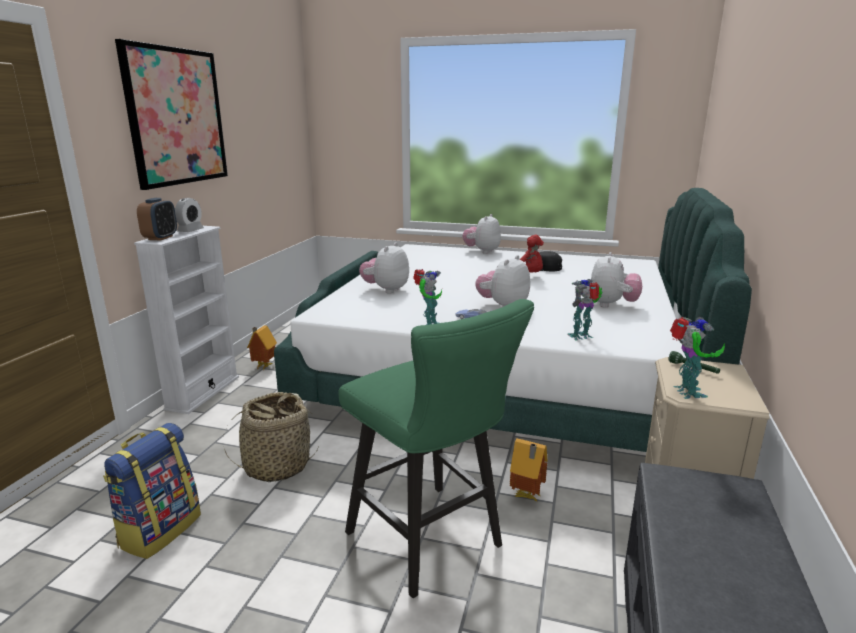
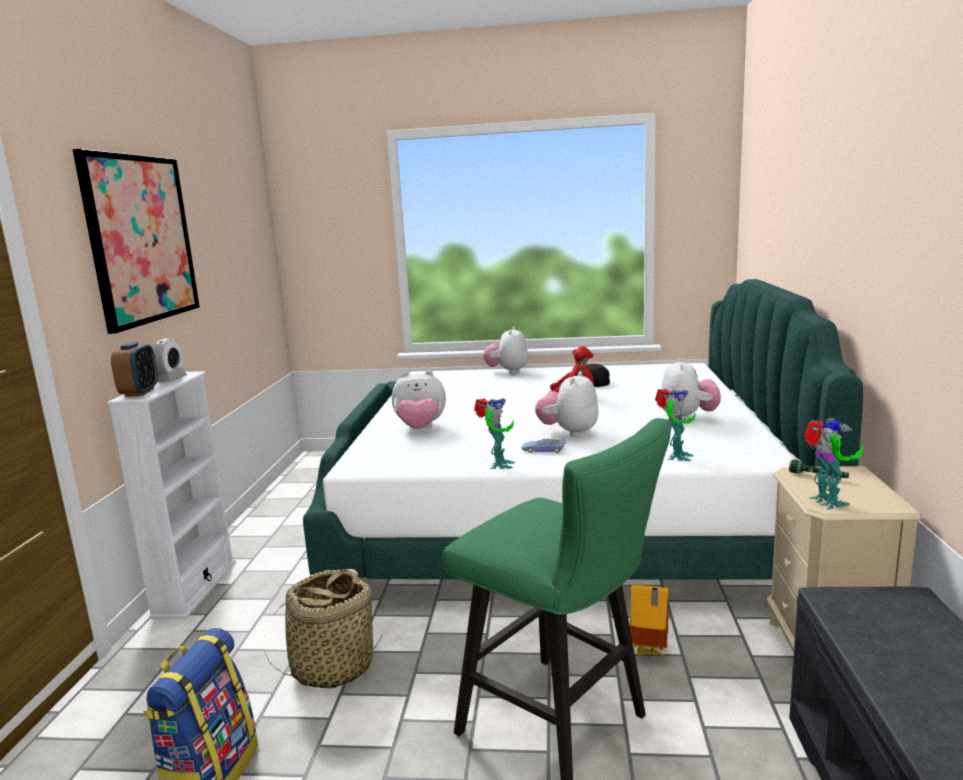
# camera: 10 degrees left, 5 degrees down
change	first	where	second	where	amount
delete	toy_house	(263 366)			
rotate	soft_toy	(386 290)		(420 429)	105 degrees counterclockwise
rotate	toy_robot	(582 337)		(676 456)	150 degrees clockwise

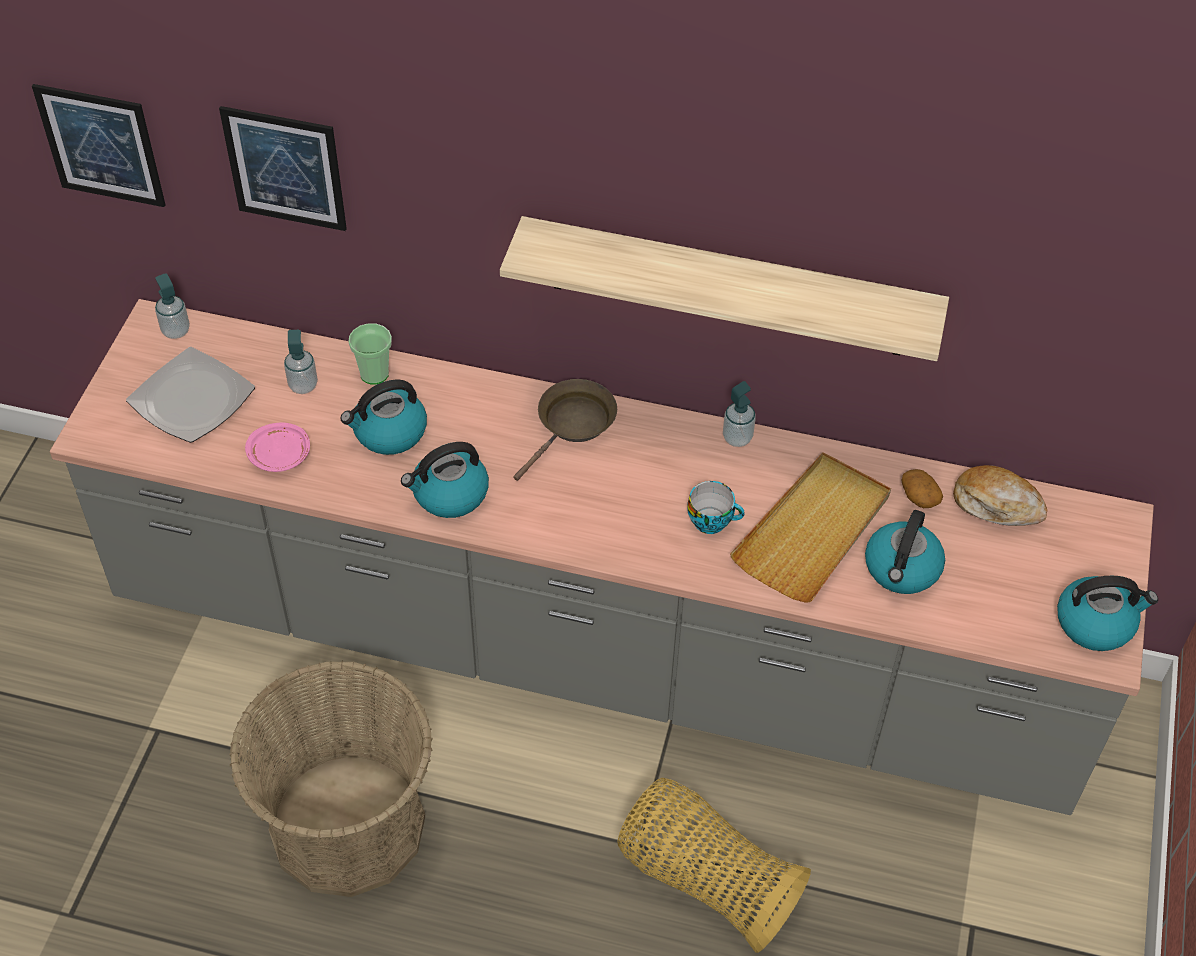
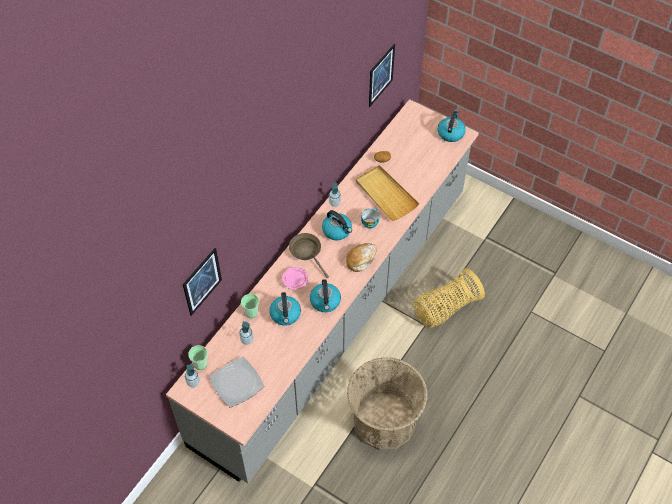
# camera: 70 degrees left, 5 degrees up
change	first	where	second	where	amount
delete	bracket_shelf	(728 287)			
insert			cup	(200 364)	
move	picture	(101 145)		(381 75)	
move	pink_plate	(280 455)		(295 280)	
move	tea_kettle	(902 569)		(337 230)	
move	bread	(996 504)		(361 259)	

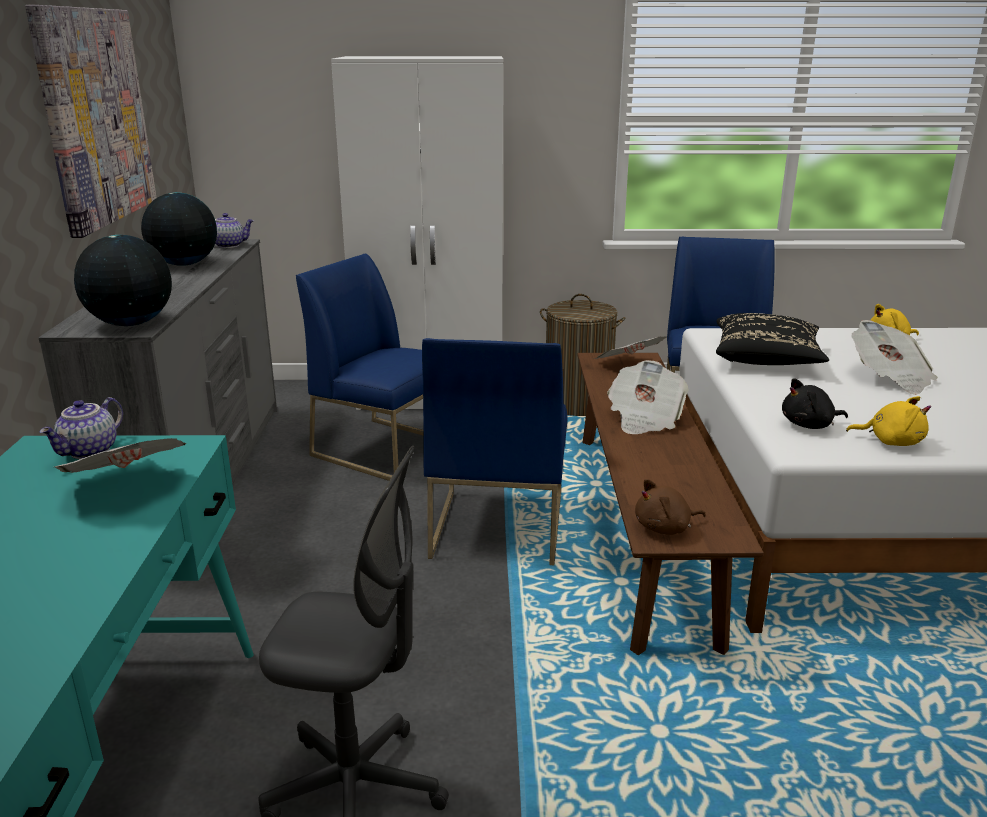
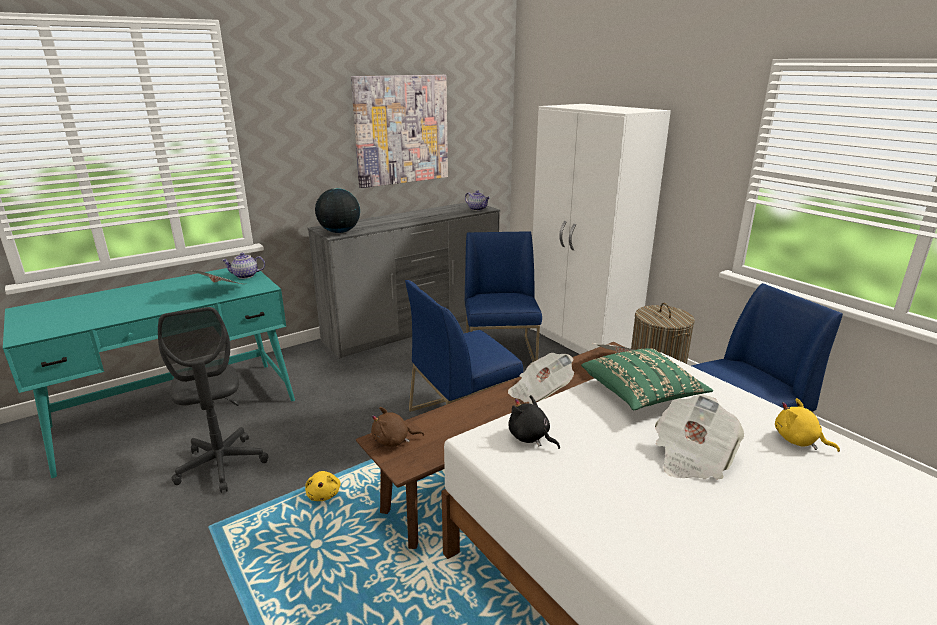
# camera: 55 degrees right, 0 degrees up
change	first	where	second	where	amount
delete	desk_globe	(184 264)			
move	yellow_soft_toy	(891 441)		(324 494)	
recolor	black_pillow	(766 359)	green_pillow	(641 394)	
rotate	brown_soft_toy	(665 528)		(393 441)	45 degrees counterclockwise

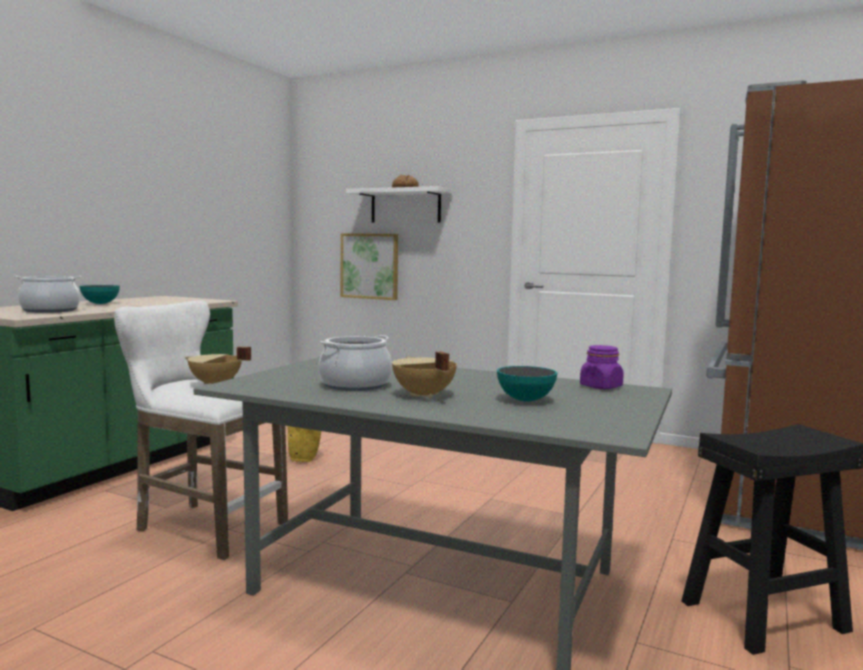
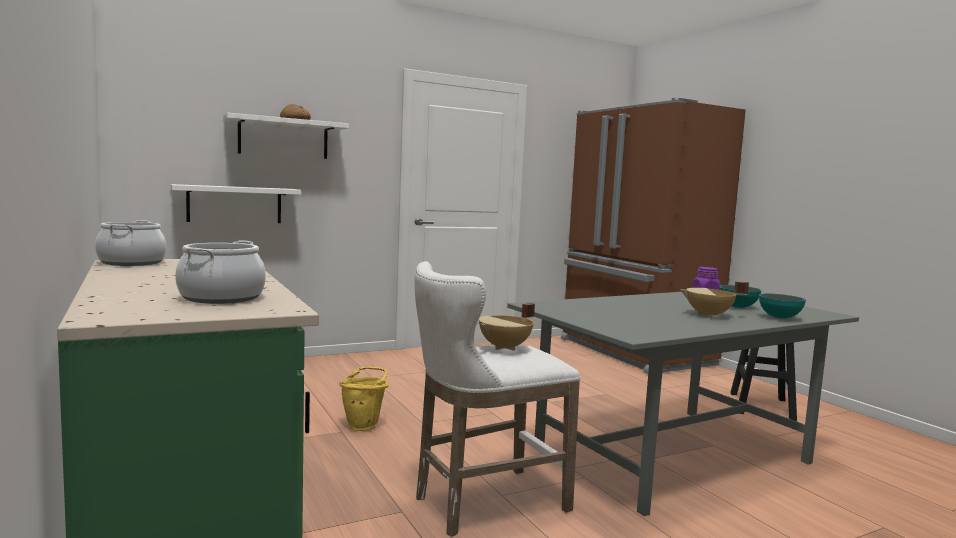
# camera: 55 degrees left, 0 degrees up
change	first	where	second	where	amount
move	serving_bowl	(100 304)		(779 318)	
move	cooking_pot	(355 385)		(132 262)	
replace	picture	(369 266)	white-coloured_bracket_shelf	(235 204)	

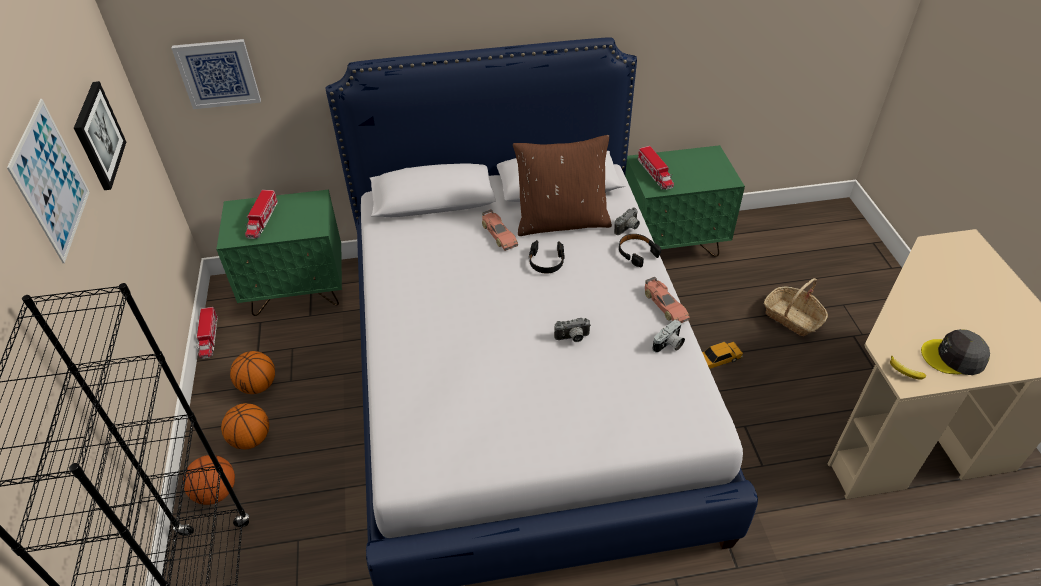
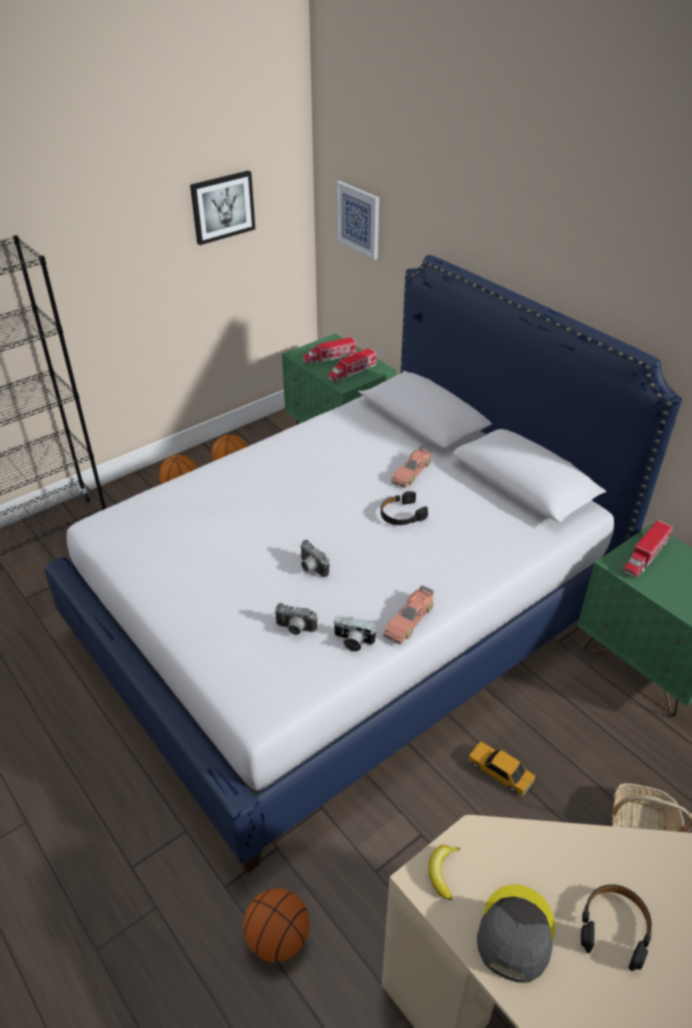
# camera: 60 degrees right, 5 degrees down
change	first	where	second	where	amount
delete	picture	(51 181)			
delete	brown_pillow	(562 221)			
move	basketball_ball	(216 492)		(277 938)	
move	toy_lorry	(209 337)		(352 372)	
move	still_camera	(628 229)		(295 629)	
move	black_headset	(636 253)		(614 928)	
rotate	greyish_peaked_cap	(953 357)		(515 933)	45 degrees clockwise

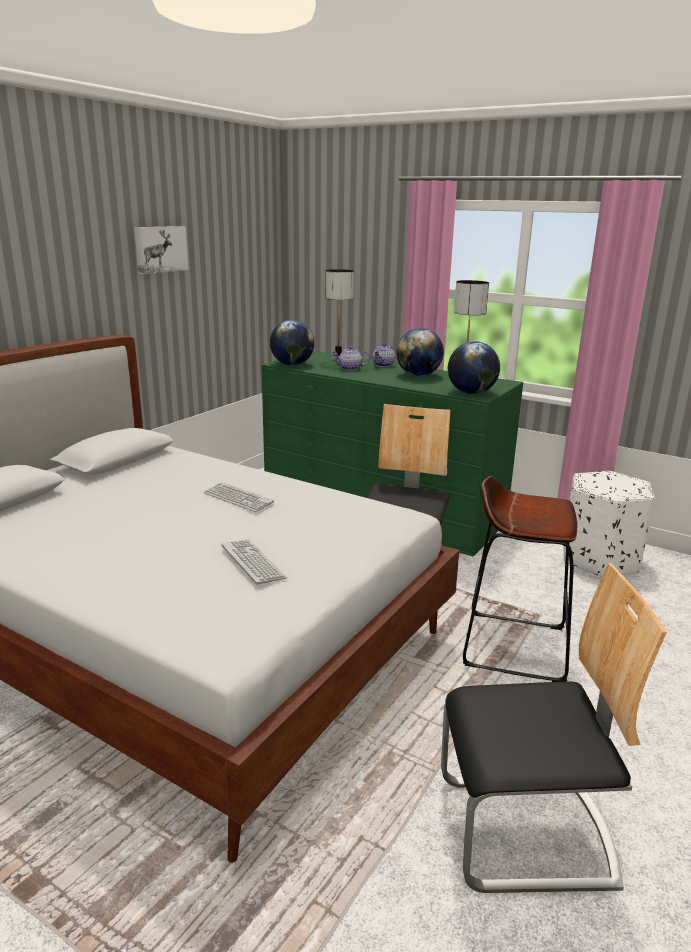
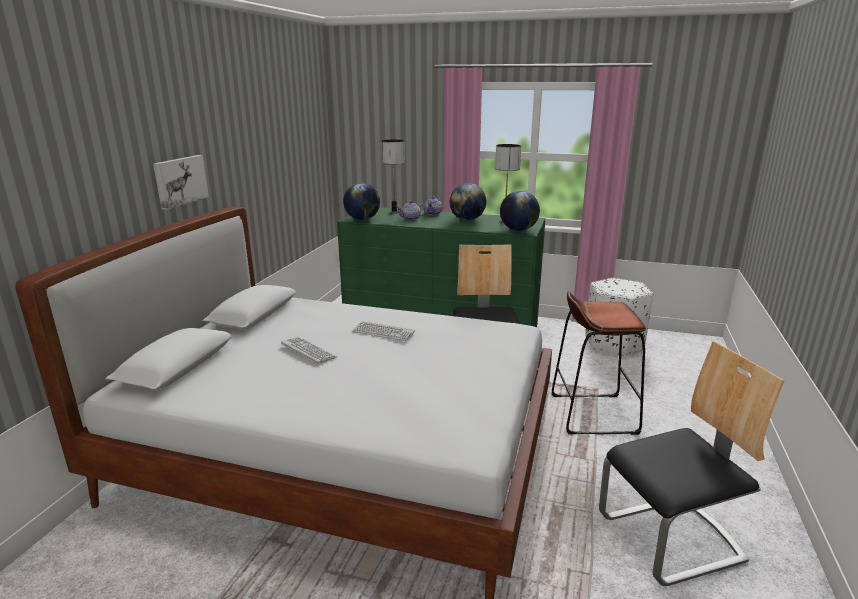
# camera: 15 degrees left, 0 degrees up
change	first	where	second	where	amount
move	picture	(160 249)		(180 181)	
move	PC_keyboard	(253 562)		(308 350)	

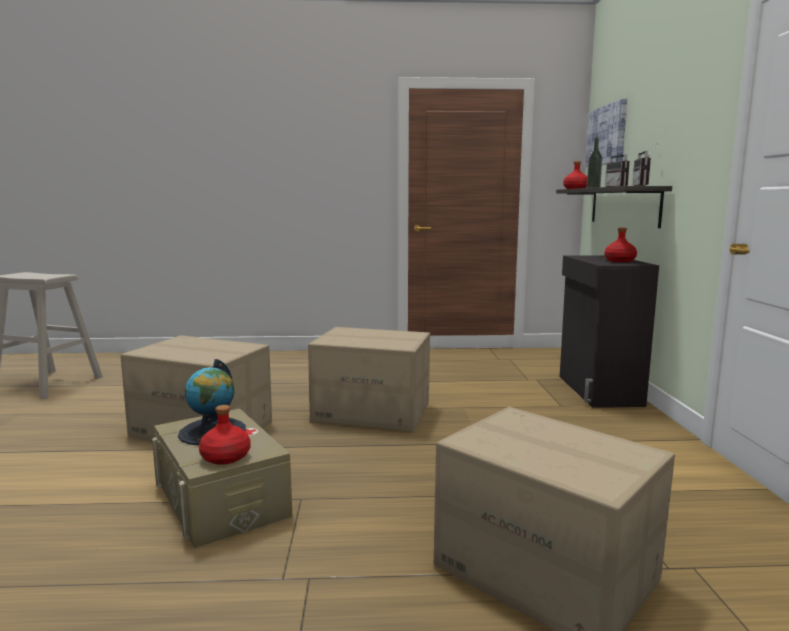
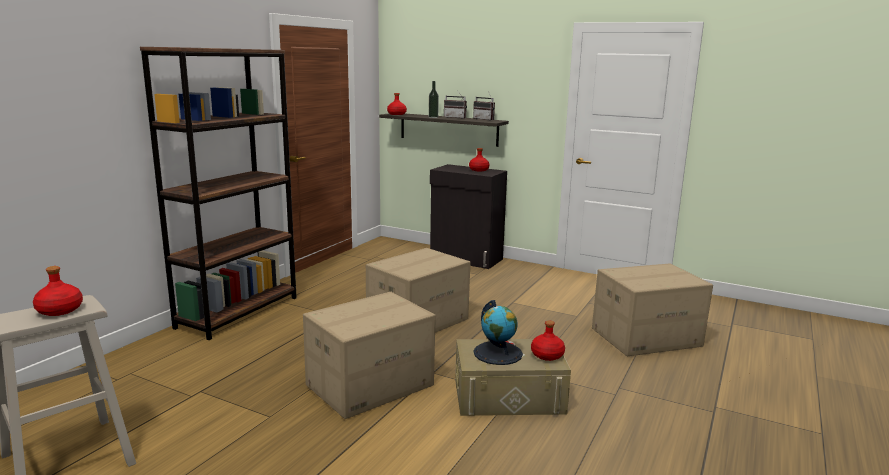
# camera: 60 degrees left, 5 degrees up
change	first	where	second	where	amount
delete	picture	(606 135)			
insert			red_bottle	(60 310)	
insert			brown_bookcase	(238 312)	

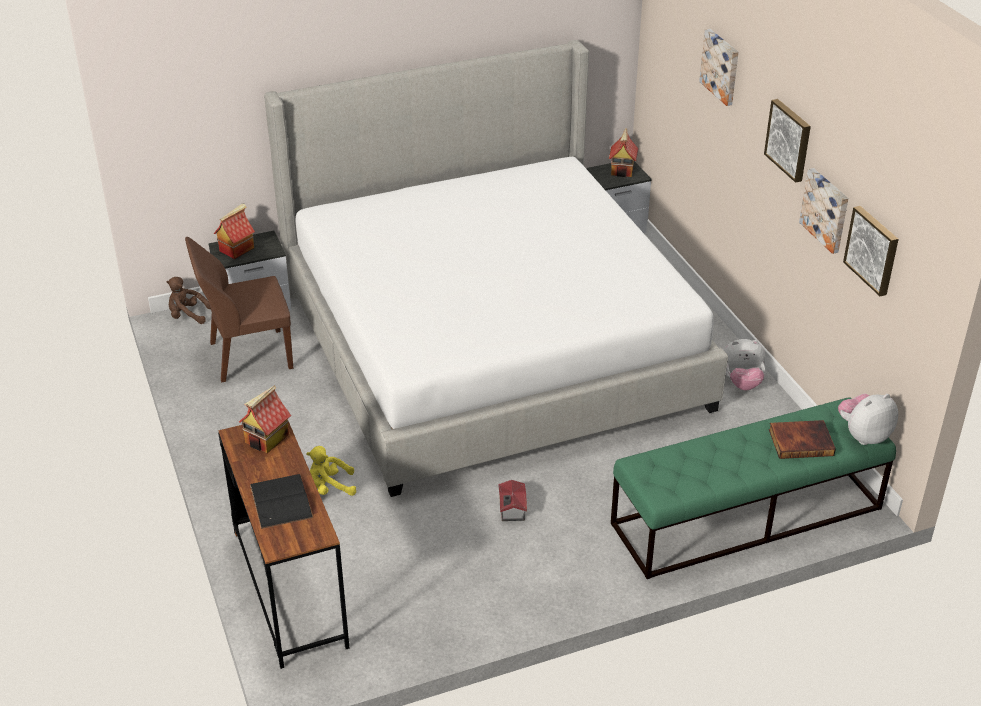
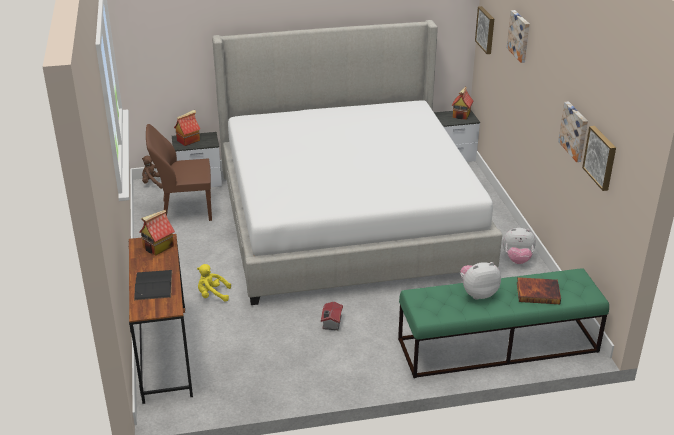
# camera: 10 degrees right, 5 degrees down
change	first	where	second	where	amount
move	picture	(789 139)		(486 30)	
move	soft_toy	(863 435)		(478 293)	

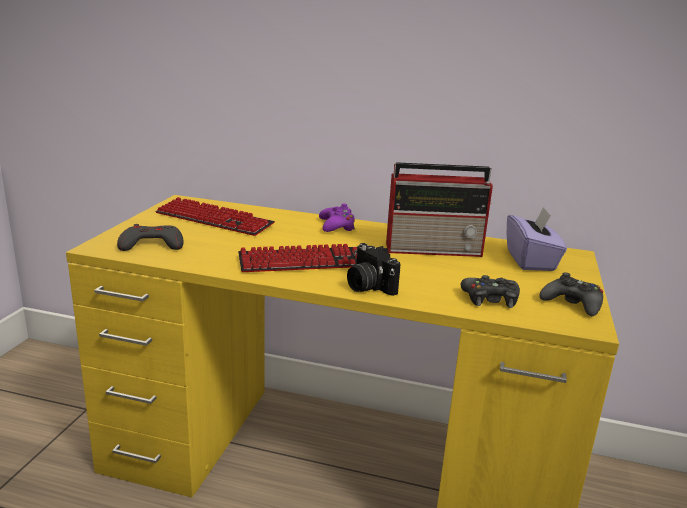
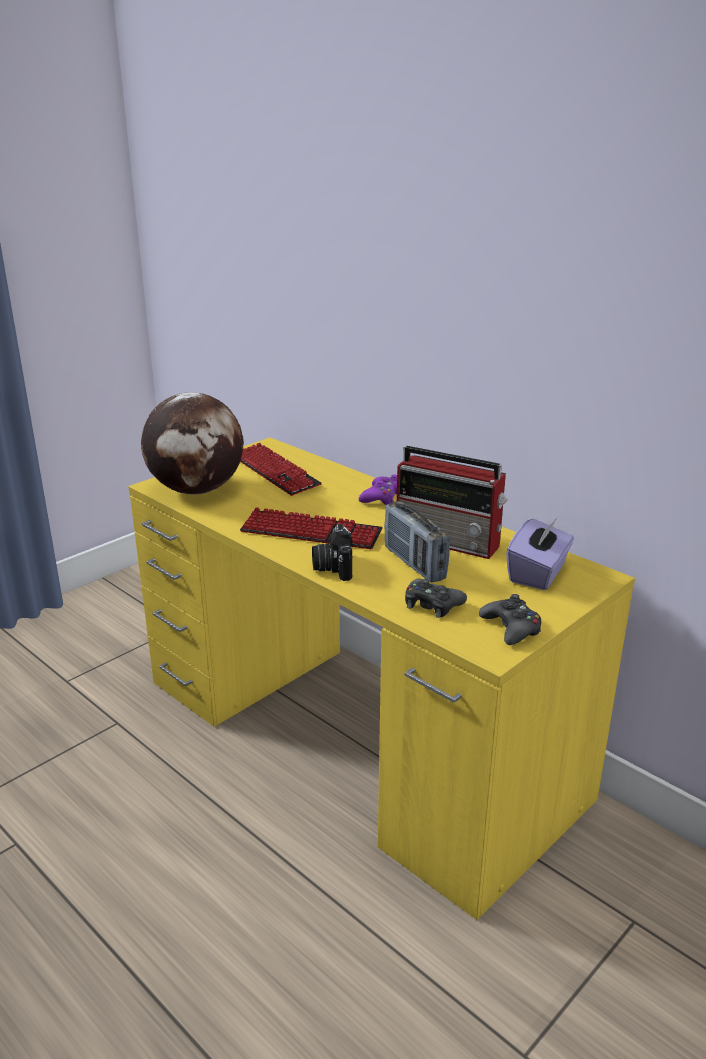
# camera: 30 degrees right, 5 degrees up
change	first	where	second	where	amount
insert			radio	(414 564)	
replace	greyish_joypad	(151 244)	desk_globe	(197 490)	

